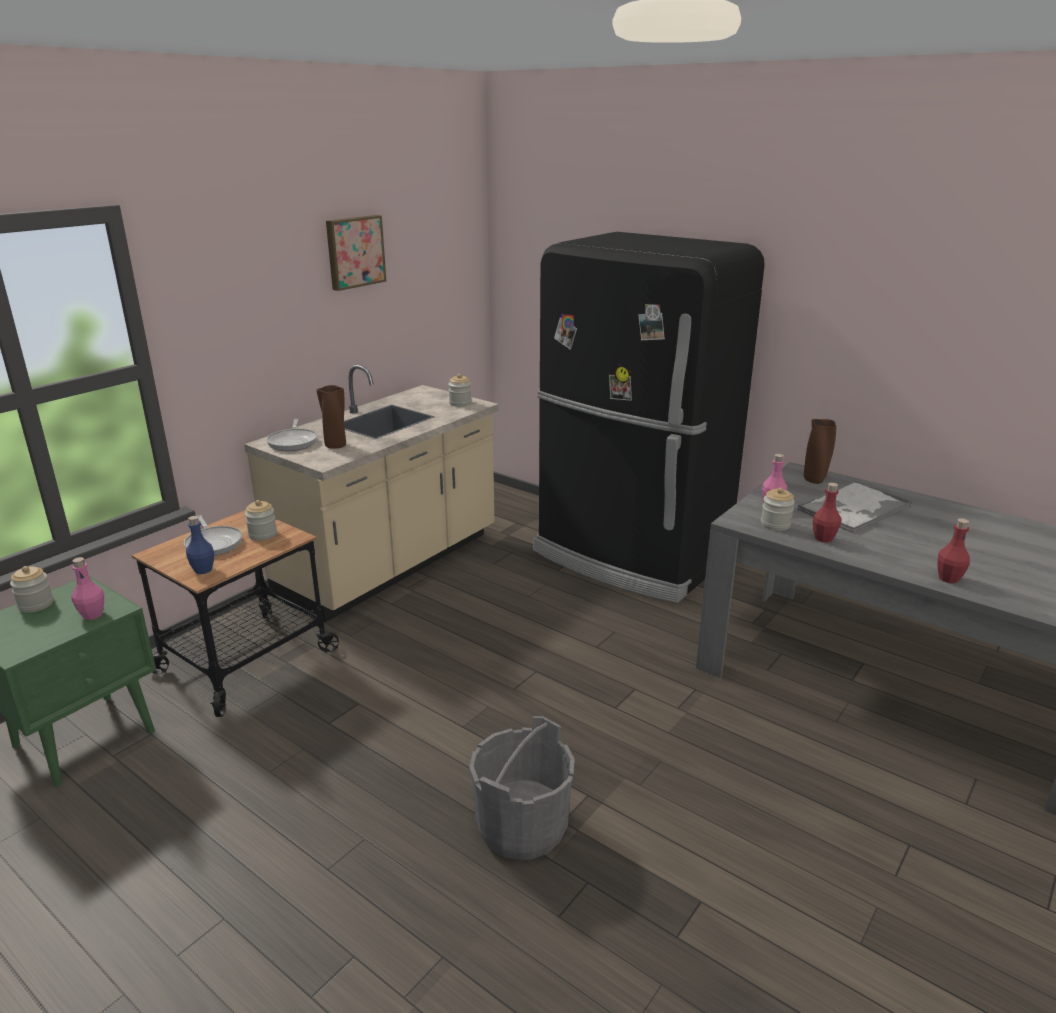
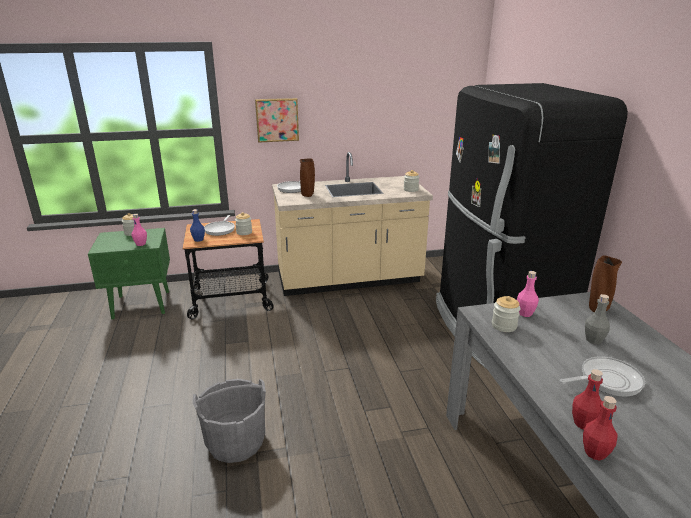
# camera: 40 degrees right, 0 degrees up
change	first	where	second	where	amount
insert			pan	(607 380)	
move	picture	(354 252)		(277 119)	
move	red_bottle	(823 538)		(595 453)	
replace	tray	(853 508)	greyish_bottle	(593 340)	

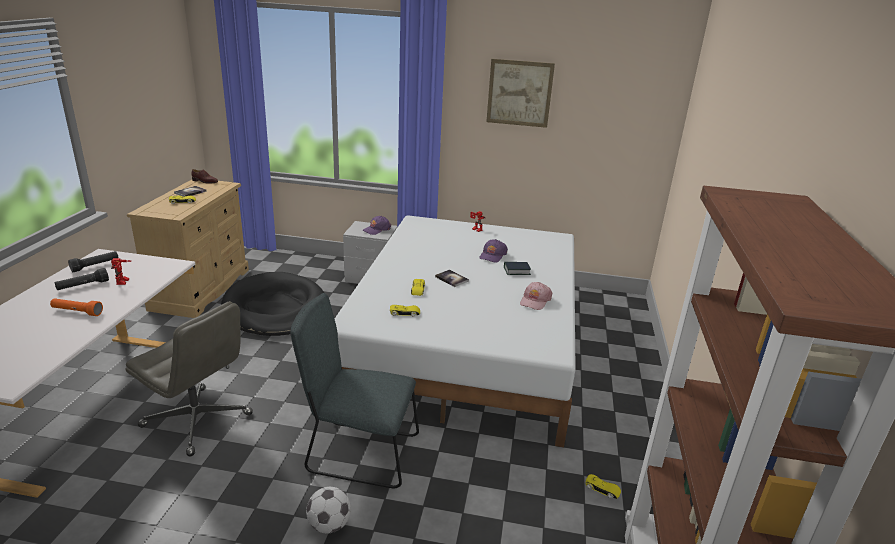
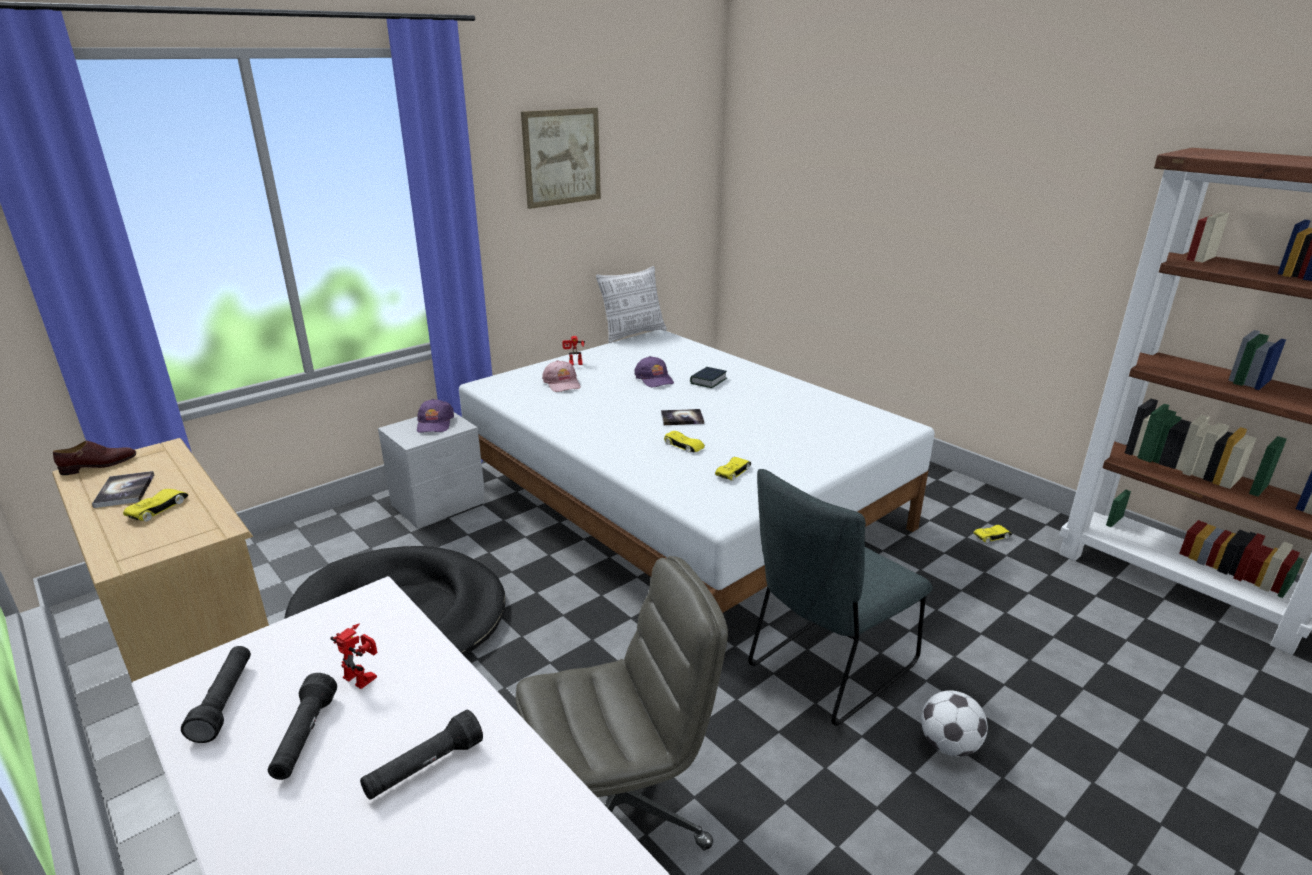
# camera: 50 degrees left, 0 degrees up
change	first	where	second	where	amount
insert			pillow	(633 334)	
move	pink_peaked_cap	(535 301)		(562 383)	
recolor	orange-coloured_flashlight	(77 312)	black_flashlight	(424 768)	

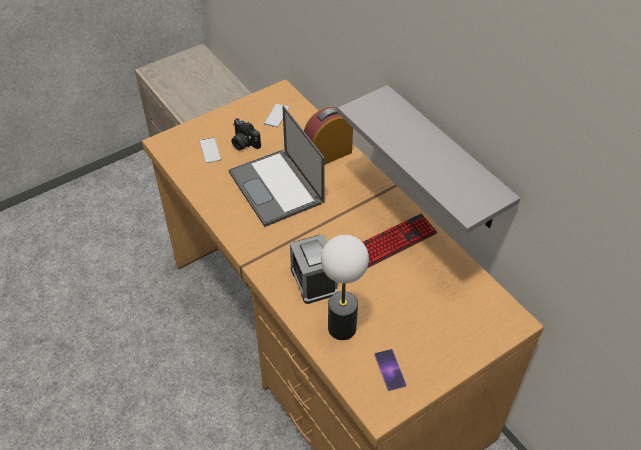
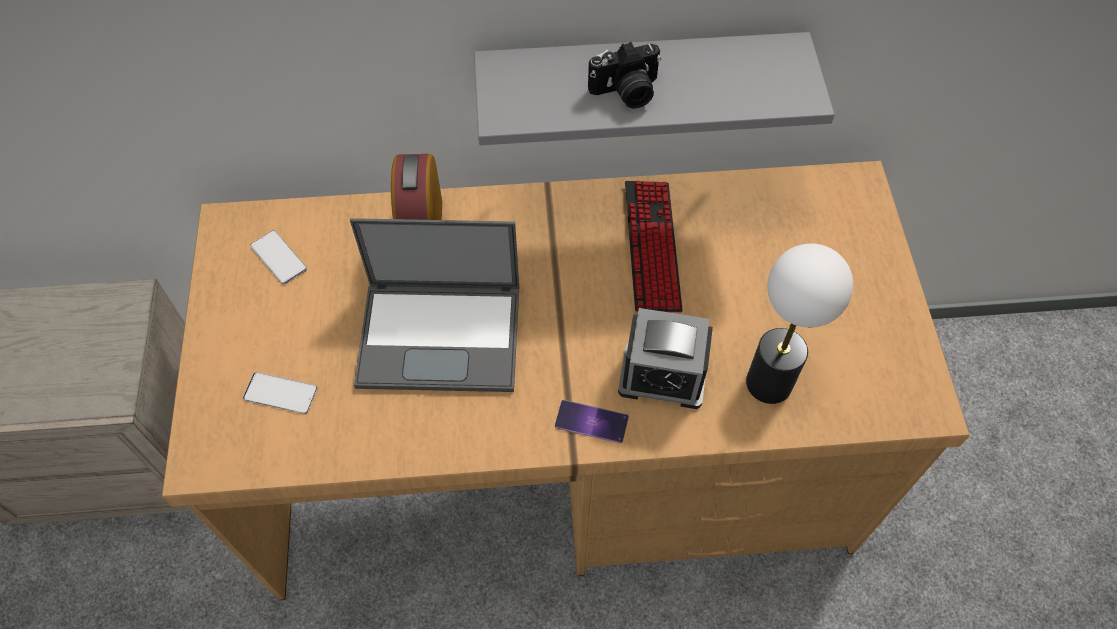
# camera: 60 degrees left, 10 degrees up
change	first	where	second	where	amount
move	still_camera	(243 143)		(626 92)	
move	handset	(390 370)		(591 421)	

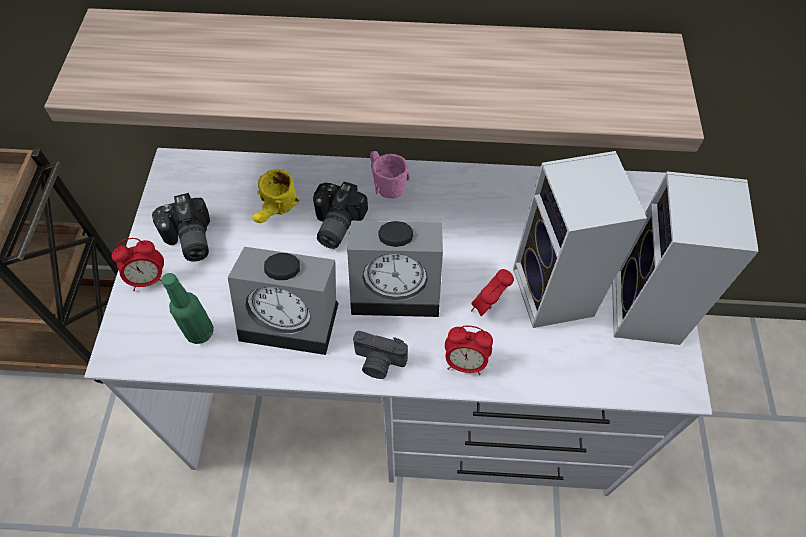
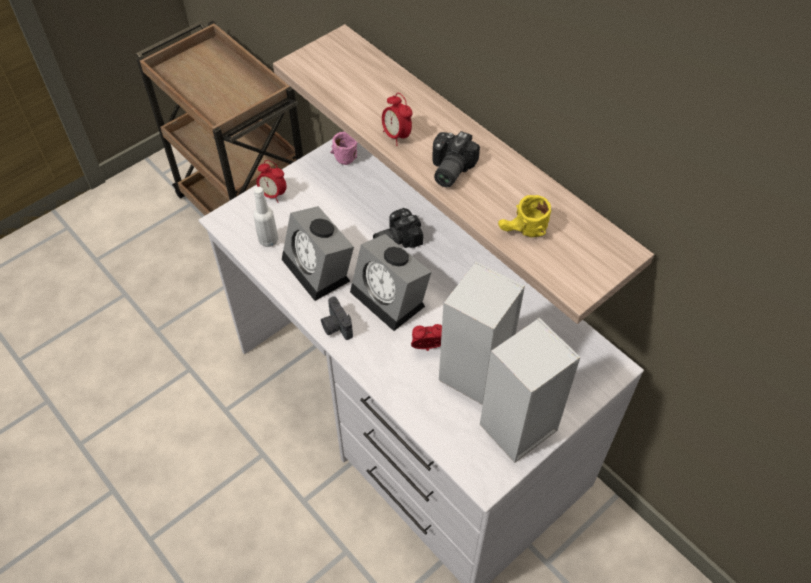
# camera: 45 degrees right, 5 degrees down
change	first	where	second	where	amount
move	still_camera	(188 240)		(448 169)	
move	yellow_tea_mug	(277 212)		(523 232)	
move	pink_tea_mug	(383 182)		(346 153)	
move	alarm_clock	(465 362)		(396 136)	
recolor	green_bottle	(200 332)	white-coloured_bottle	(268 240)	

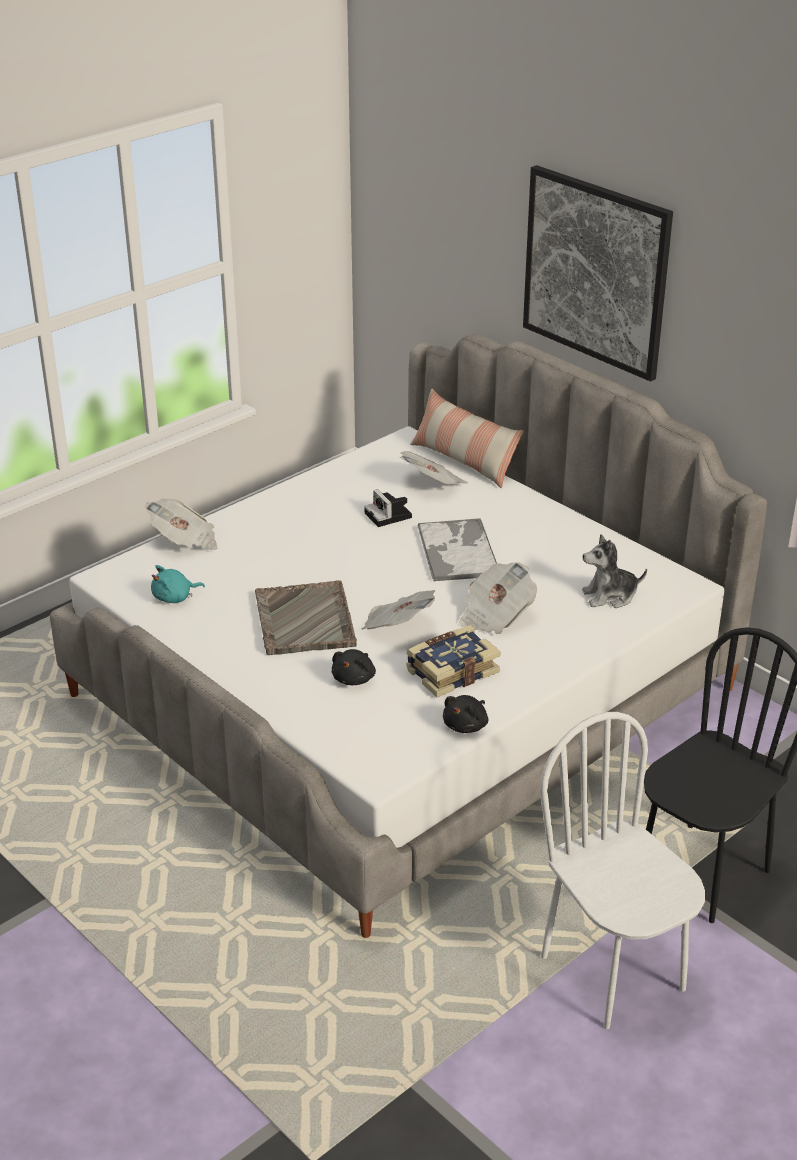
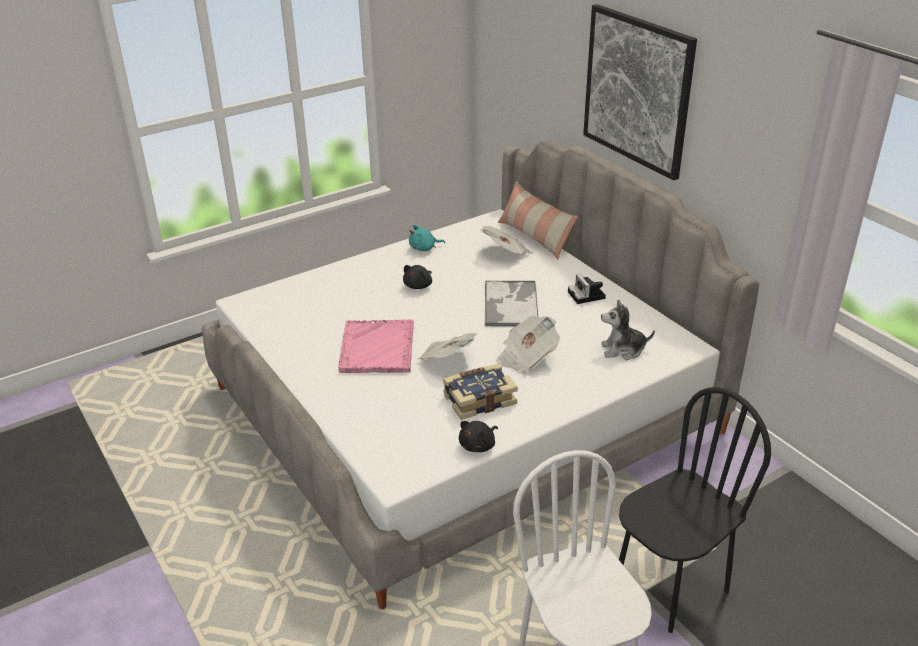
# camera: 10 degrees right, 0 degrees up
change	first	where	second	where	amount
delete	daily_paper	(185 541)			
move	blue-green_soft_toy	(175 598)		(424 248)	
move	black_soft_toy	(354 678)		(419 285)	
move	still_camera	(389 516)		(587 296)	
recolor	greyish_tray	(305 621)	pink_tray	(377 348)	

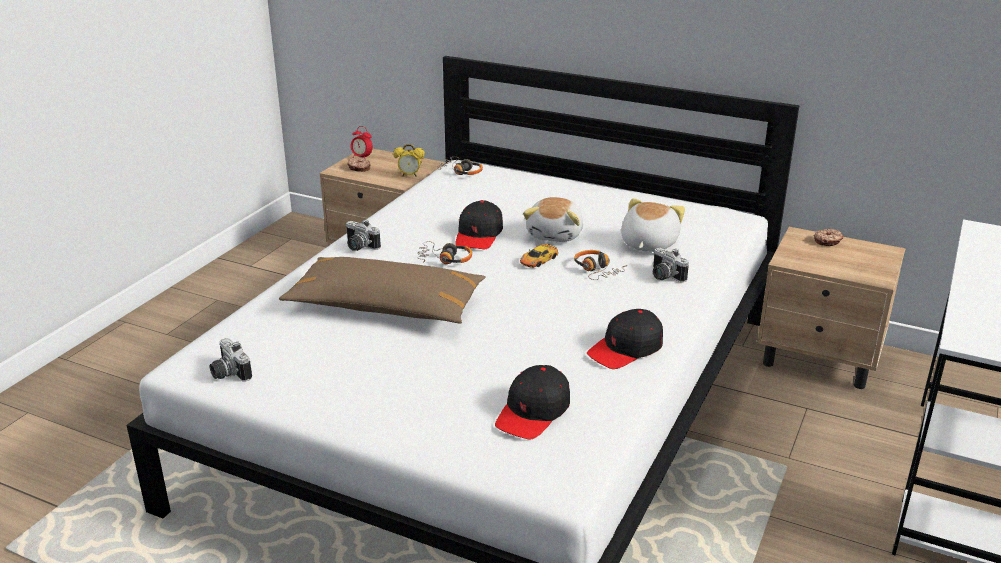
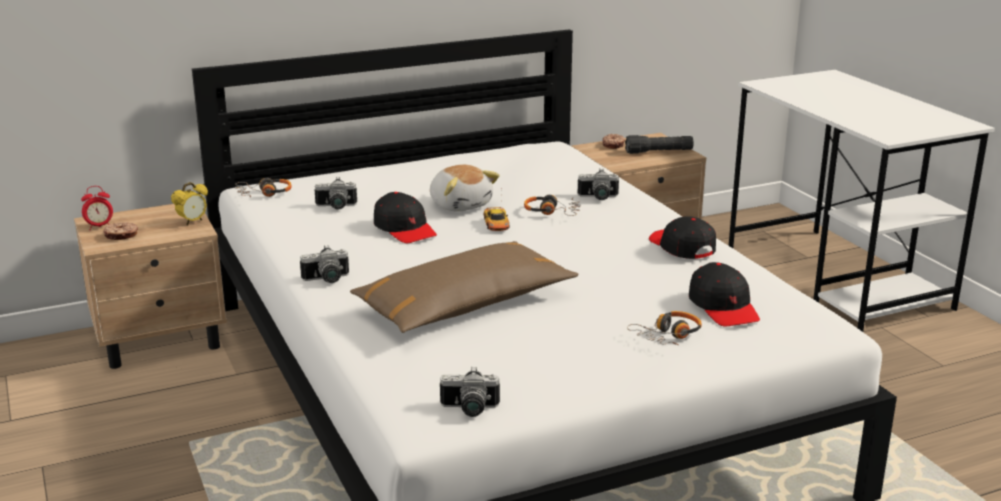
# camera: 50 degrees left, 5 degrees down
change	first	where	second	where	amount
delete	soft_toy	(647 244)			
insert			still_camera	(336 207)	
insert			black_flashlight	(658 152)	
move	headset	(444 259)		(668 335)	
rotate	black_peaked_cap	(626 349)		(681 247)	150 degrees clockwise

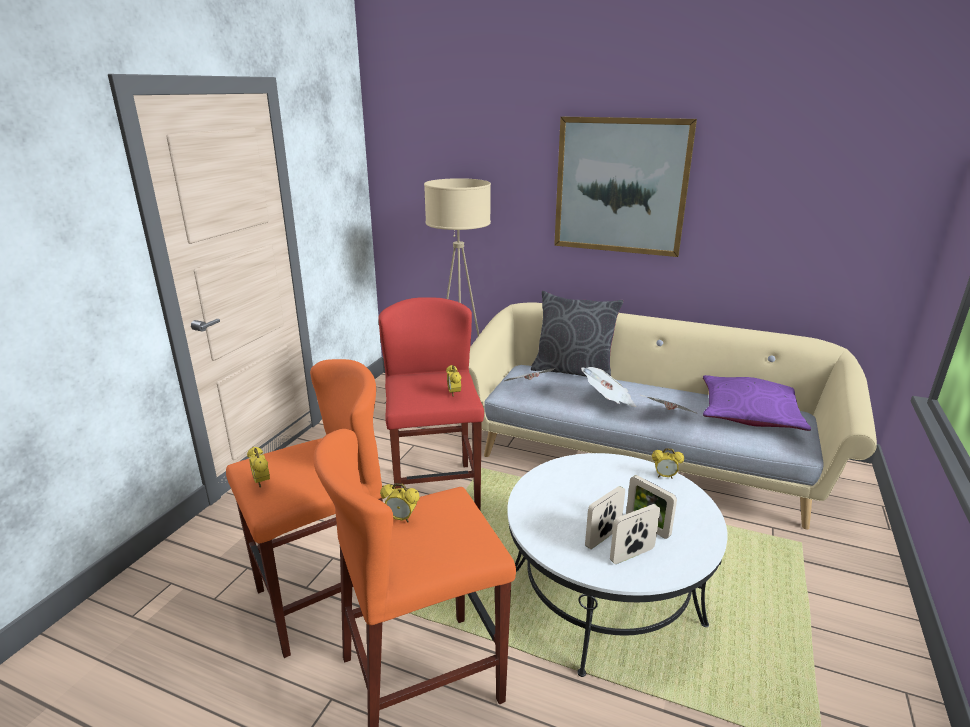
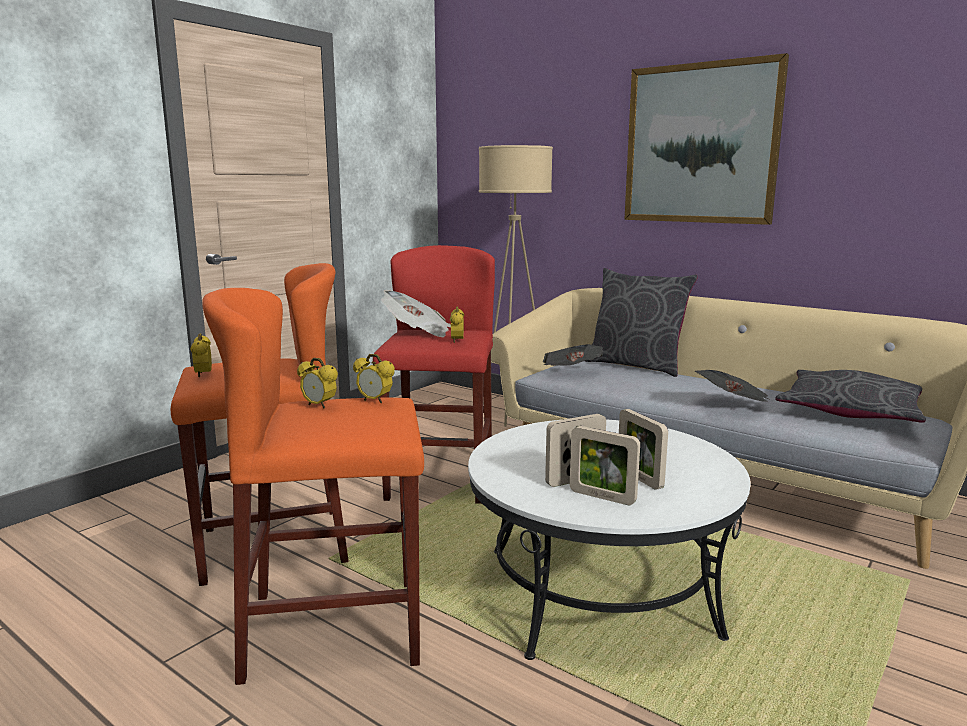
# camera: 15 degrees right, 10 degrees down
change	first	where	second	where	amount
move	daily_paper	(608 400)		(417 332)	
move	alarm_clock	(665 476)		(375 401)	
recolor	purple-coloured_pillow	(749 413)	greyish_pillow	(850 411)	
rotate	picture_frame	(632 555)		(602 497)	135 degrees counterclockwise

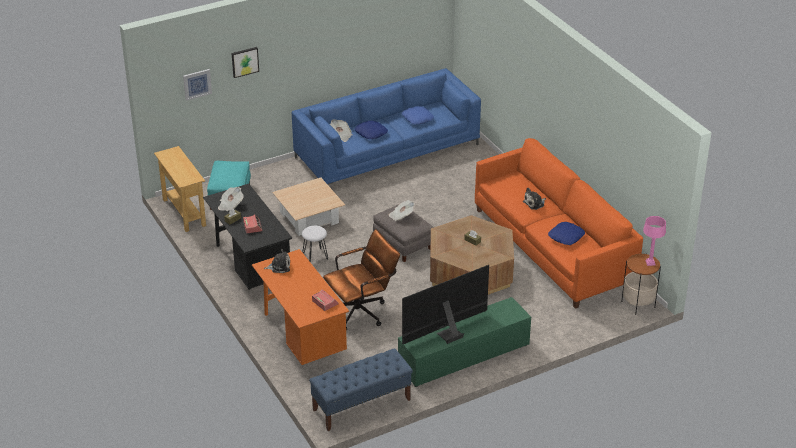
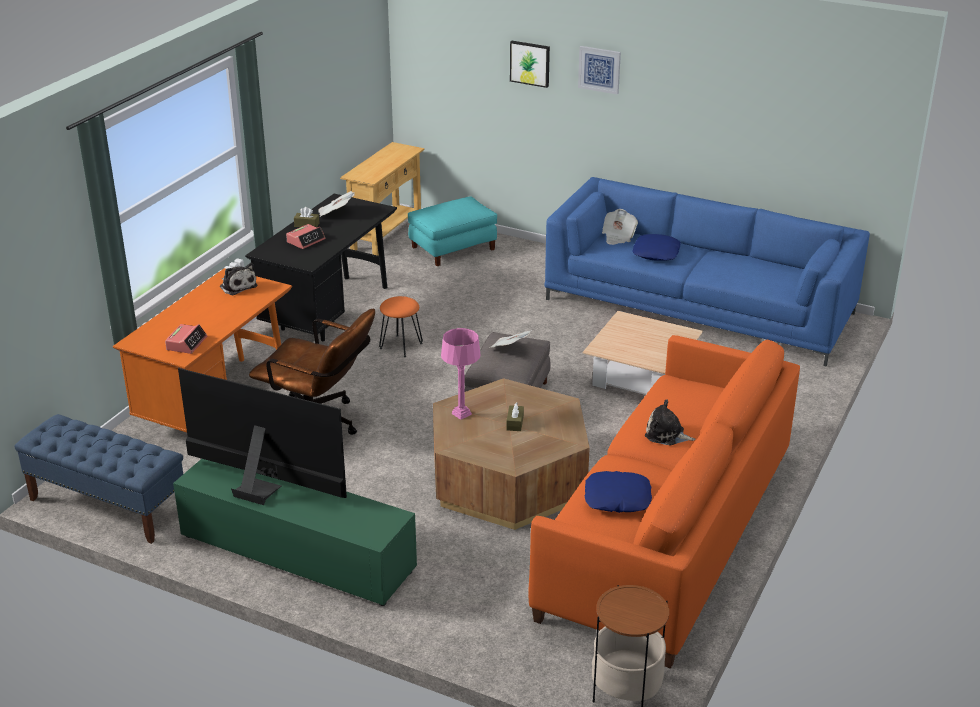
# camera: 55 degrees right, 5 degrees down
change	first	where	second	where	amount
delete	bluish_pillow	(418 118)			
move	picture	(197 84)		(599 69)	
move	beige-coloured_lounge_table	(309 218)		(641 377)	
move	pink_lamp_for_a_table	(650 263)		(461 413)	
recolor	white-coloured_stool	(315 256)	orange-coloured_stool	(401 346)	

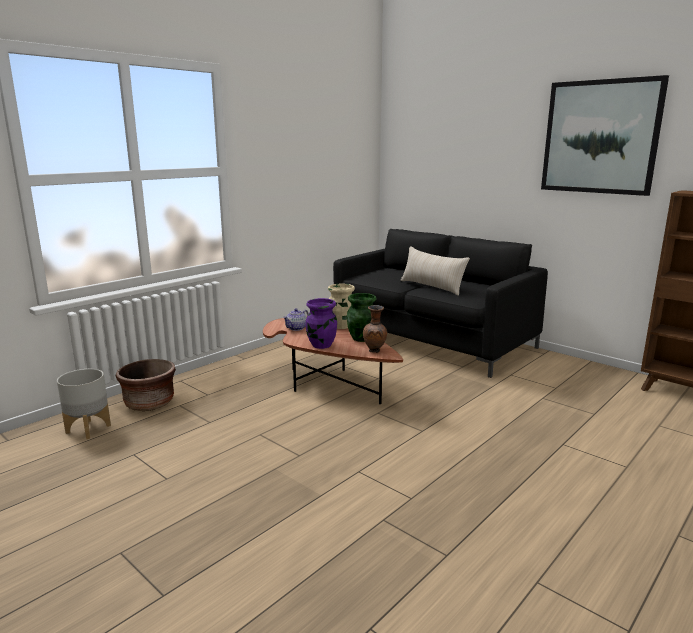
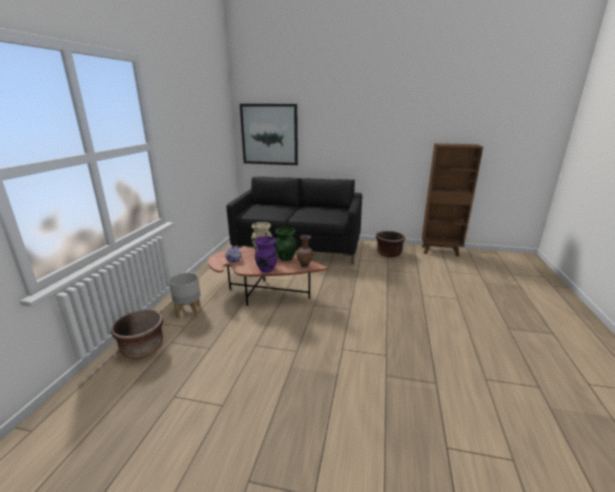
# camera: 30 degrees left, 5 degrees up
change	first	where	second	where	amount
delete	beige-coloured_pillow	(432 287)			
insert			brown_plant_pot	(388 253)	
move	greyish_plant_pot	(89 429)		(189 311)	
move	picture	(600 137)		(269 134)	

